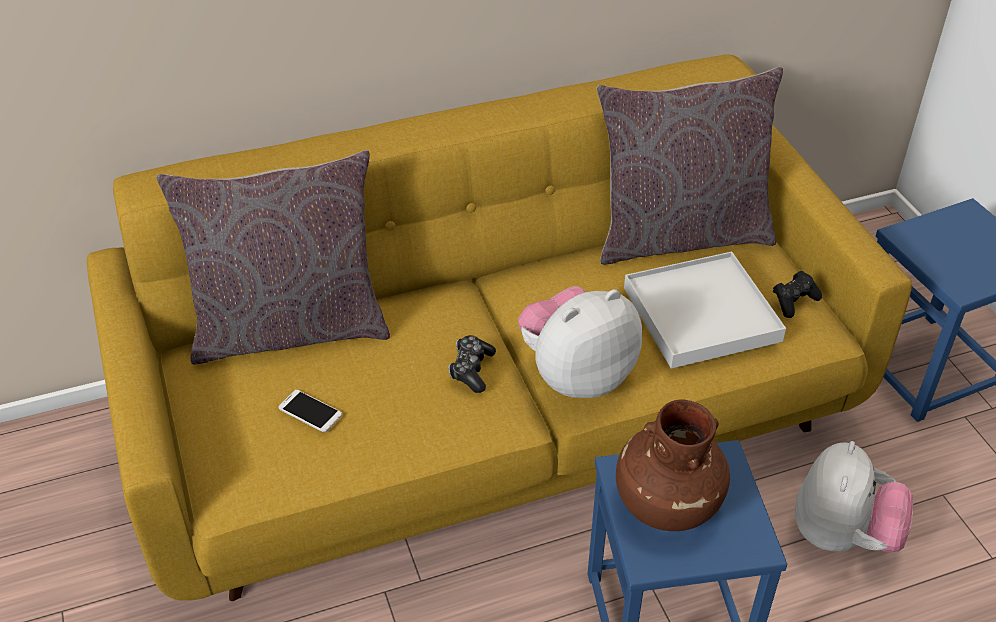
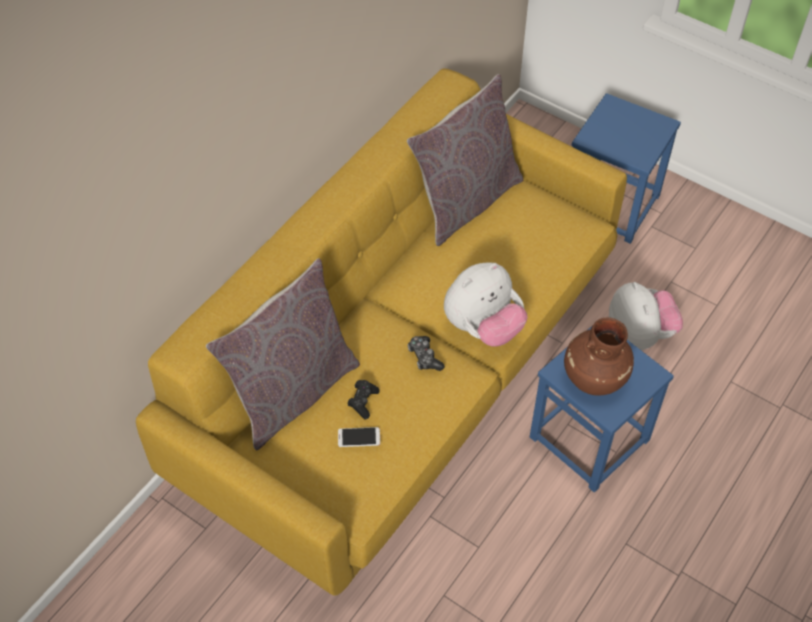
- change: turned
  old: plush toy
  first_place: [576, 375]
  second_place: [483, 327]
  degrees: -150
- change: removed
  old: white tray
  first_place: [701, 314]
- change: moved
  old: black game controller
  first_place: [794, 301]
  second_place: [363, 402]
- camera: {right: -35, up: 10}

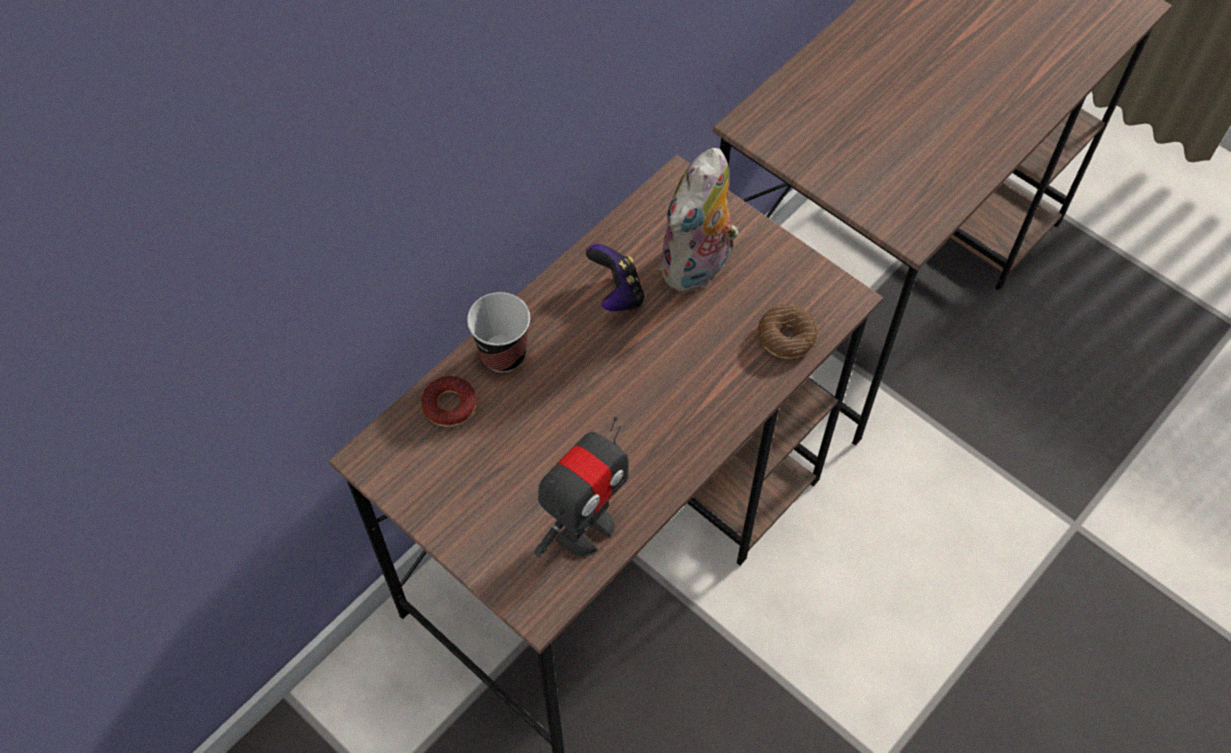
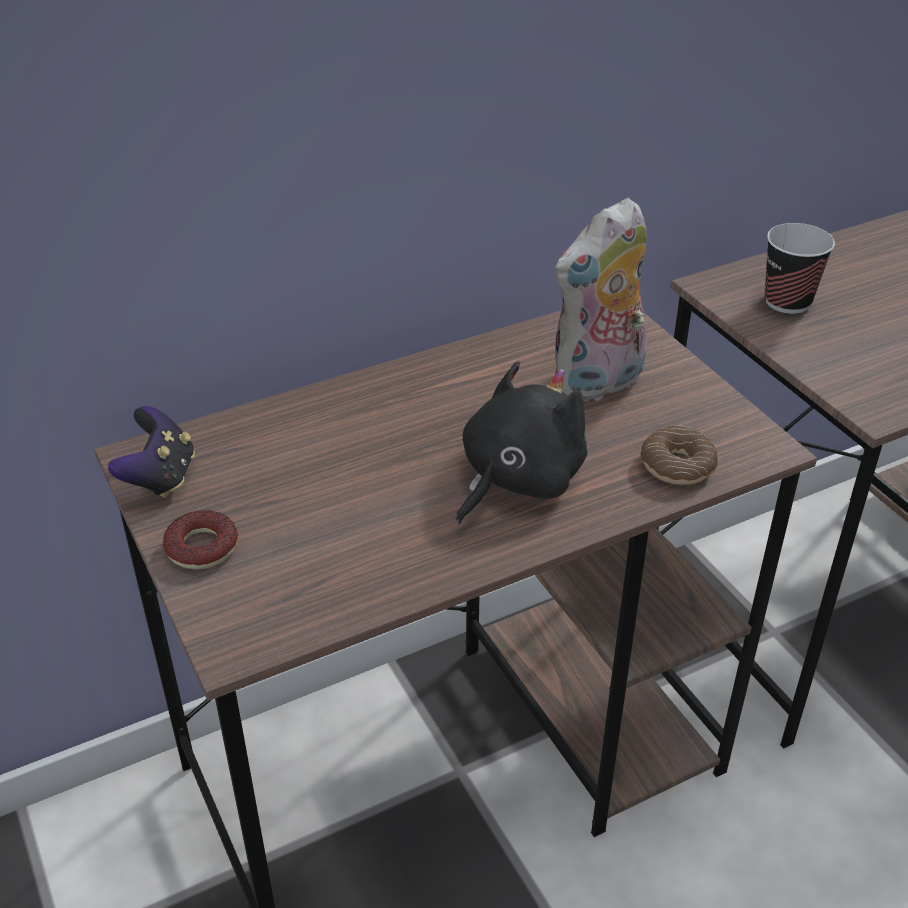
- change: moved
  old: donut
  first_place: [449, 405]
  second_place: [202, 547]
- change: moved
  old: cup
  first_place: [503, 355]
  second_place: [787, 302]
- change: removed
  old: toy robot
  first_place: [585, 529]
- change: moved
  old: game controller
  first_place: [616, 293]
  second_place: [160, 477]
- change: added
  new: black plush toy
  second_place: [517, 479]
- camera: {right: 20, up: -20}

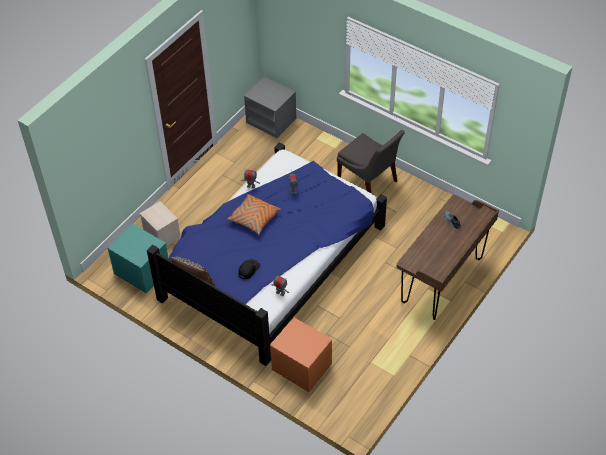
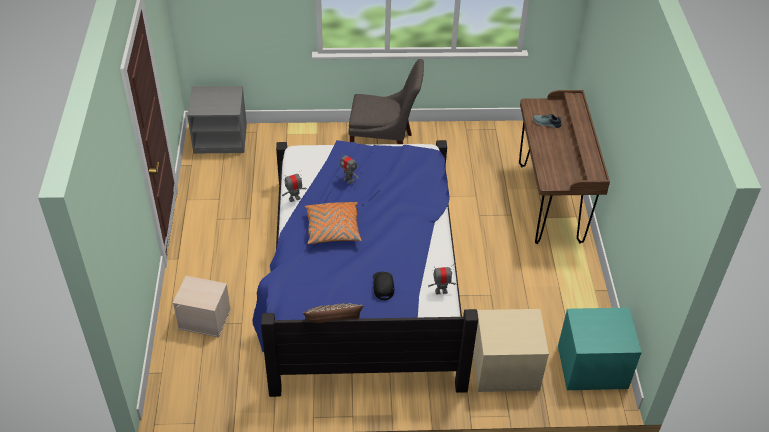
- change: moved
  old: turquoise nightstand
  first_place: [141, 271]
  second_place: [591, 368]
- change: recoloured
  old: orange nightstand
  new: beige nightstand
  first_place: [301, 367]
  second_place: [504, 369]
- camera: {right: -40, up: -5}

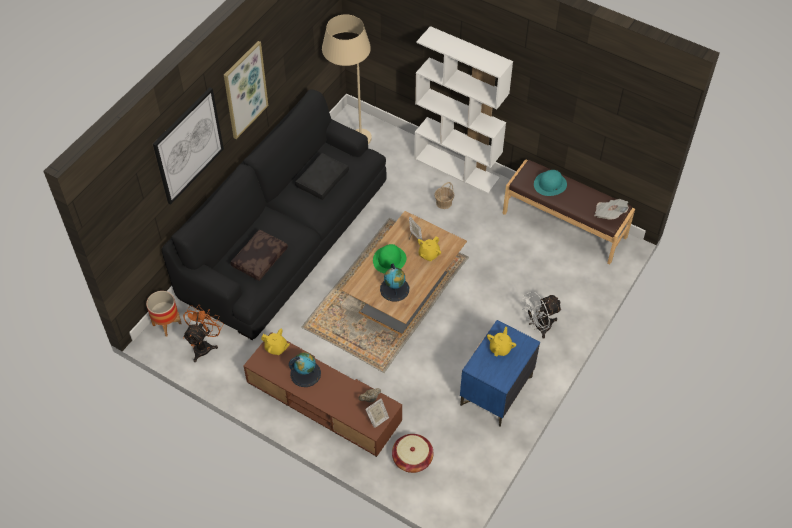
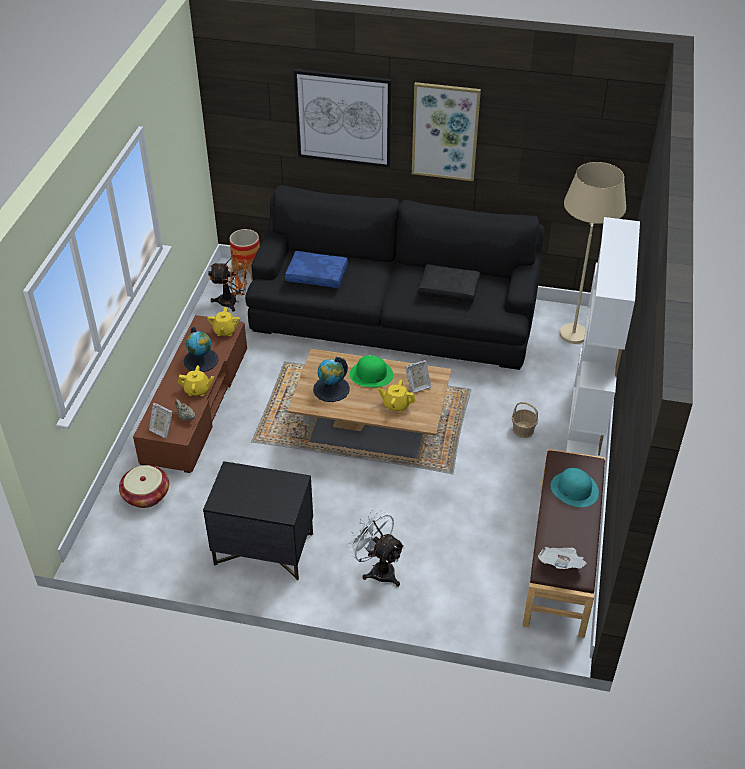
- change: recoloured
  old: brown pillow
  new: blue pillow
  first_place: [259, 258]
  second_place: [317, 275]
- change: recoloured
  old: blue nightstand
  new: black nightstand
  first_place: [496, 391]
  second_place: [263, 549]
- change: moved
  old: yellow teapot
  first_place: [500, 348]
  second_place: [197, 390]
- camera: {right: 70, up: -10}

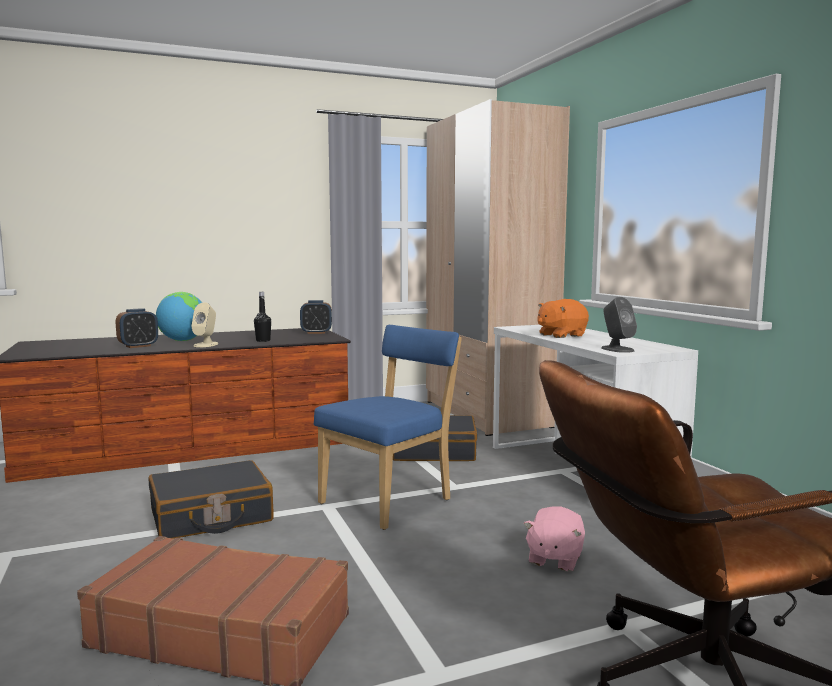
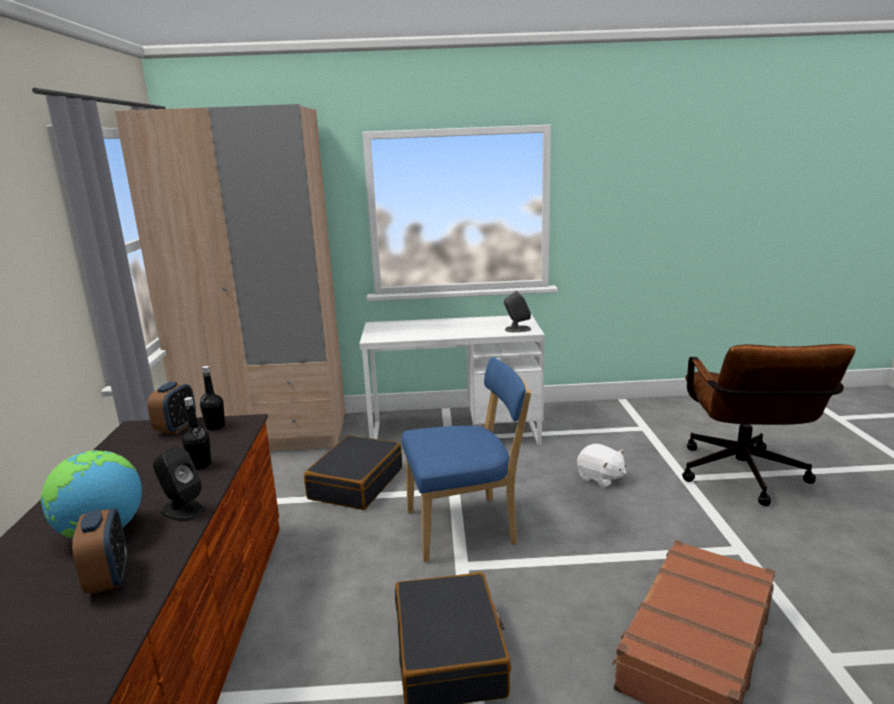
- change: recoloured
  old: beige speaker
  new: black speaker
  first_place: [206, 345]
  second_place: [182, 510]
- change: turned
  old: blue chair
  first_place: [390, 500]
  second_place: [466, 527]
  degrees: 105
- change: recoloured
  old: pink plush toy
  new: white plush toy
  first_place: [554, 559]
  second_place: [600, 478]
- change: removed
  old: orange plush toy
  first_place: [561, 335]
- change: added
  new: black bottle
  second_place: [215, 427]
- camera: {right: -70, up: 10}

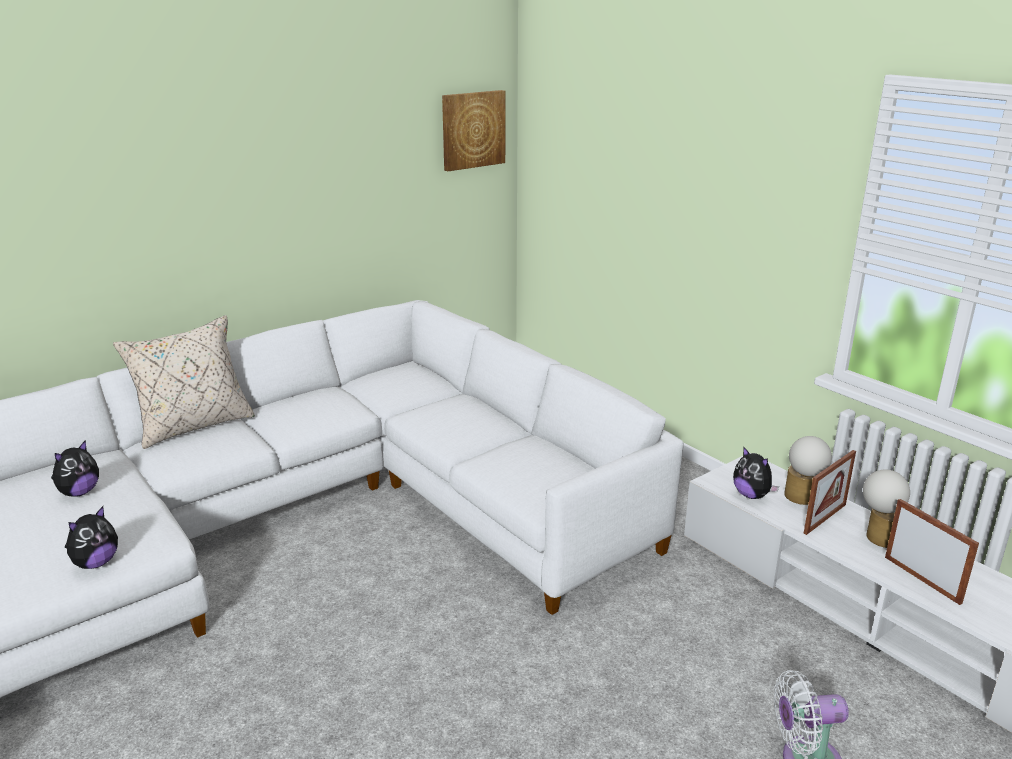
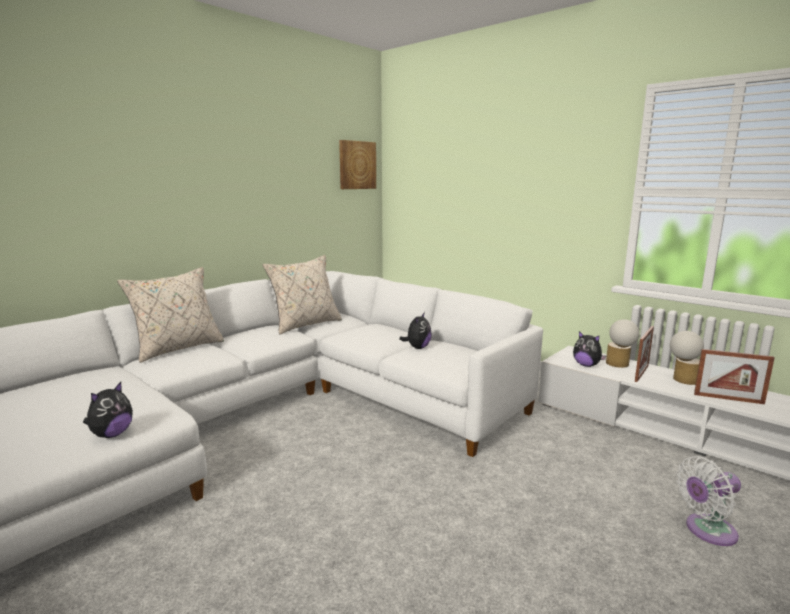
- change: moved
  old: plush toy
  first_place: [79, 492]
  second_place: [417, 347]
- change: turned
  old: picture frame
  first_place: [922, 579]
  second_place: [728, 399]
  degrees: 150
- change: added
  new: beige pillow
  second_place: [305, 325]
- camera: {right: -10, up: -10}

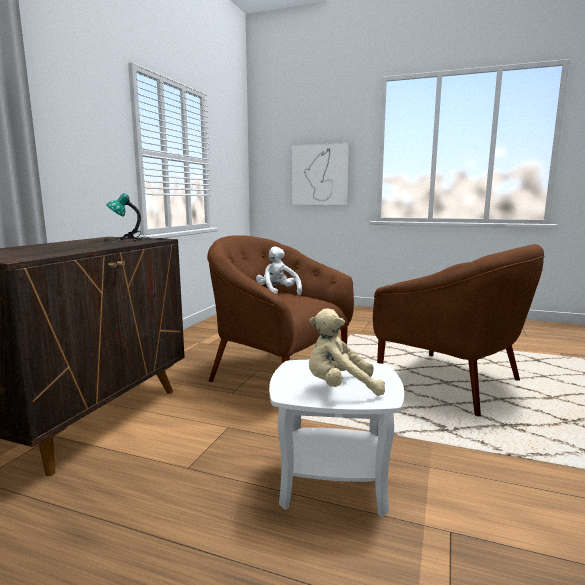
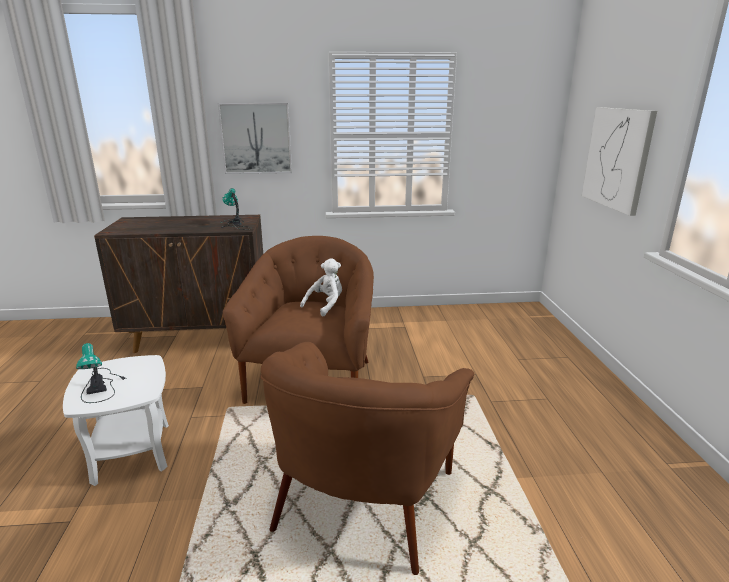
- change: replaced
  old: beige plush toy
  new: table lamp
  first_place: [340, 388]
  second_place: [101, 385]
- change: added
  new: picture
  second_place: [256, 138]
- camera: {right: 65, up: 10}

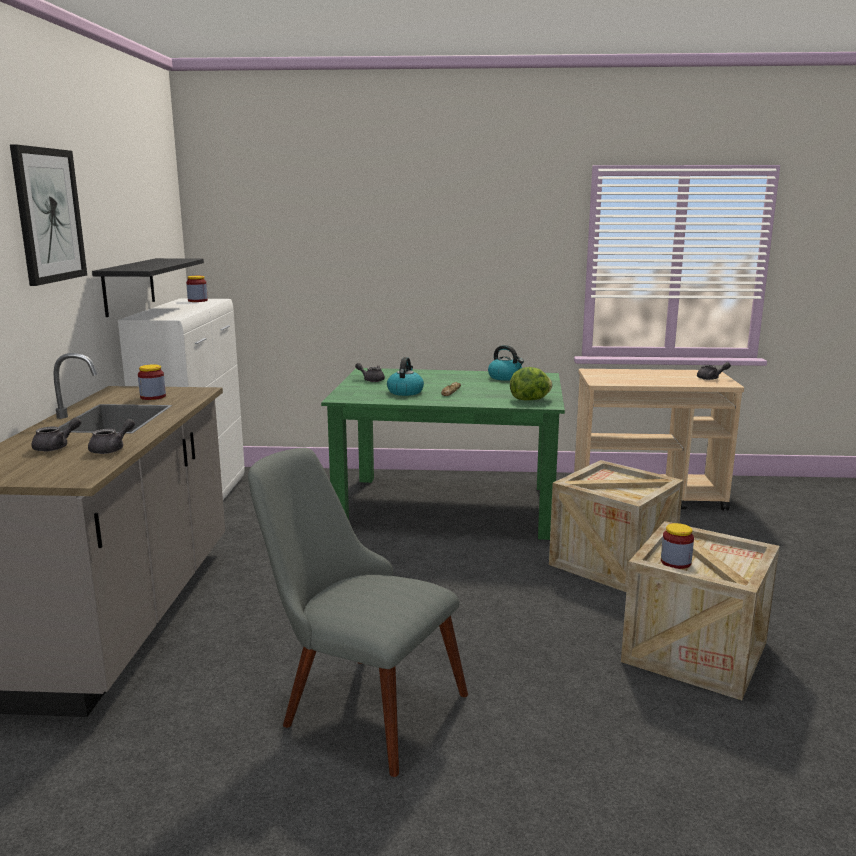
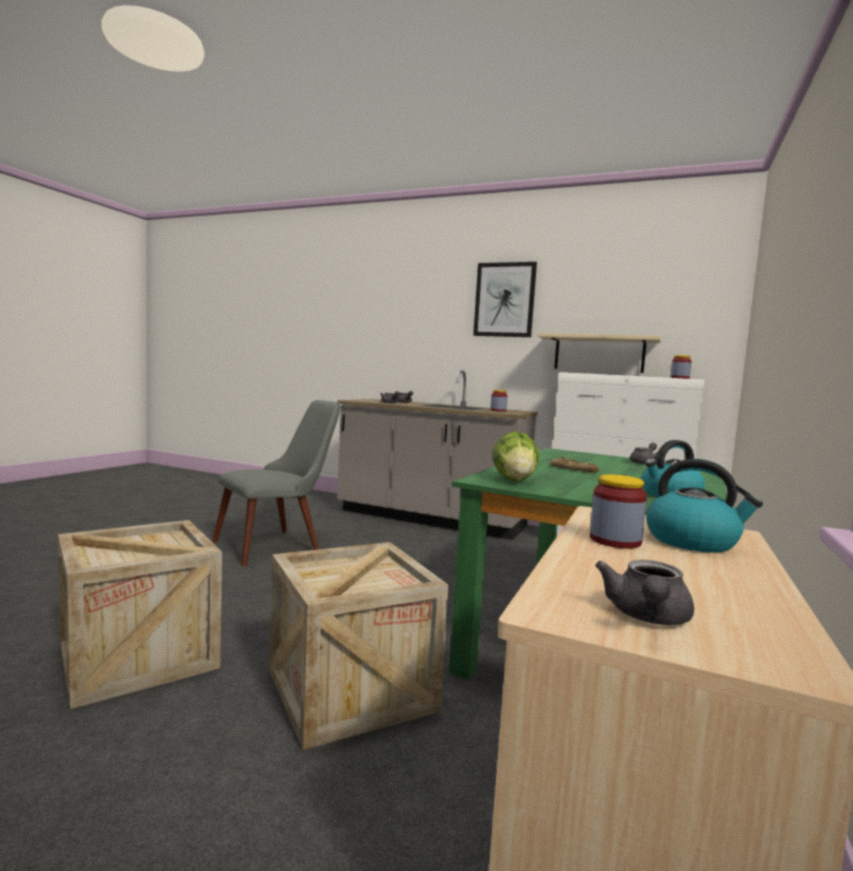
- change: recoloured
  old: black shelf
  new: beige shelf
  first_place: [129, 286]
  second_place: [599, 354]
- change: moved
  old: kettle
  first_place: [405, 392]
  second_place: [693, 541]
- change: moved
  old: jar
  first_place: [675, 562]
  second_place: [615, 540]
- camera: {right: 110, up: -10}

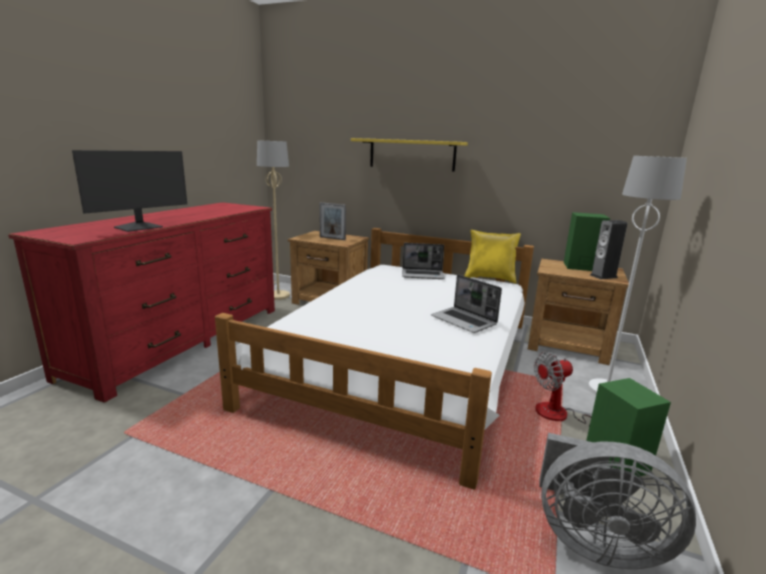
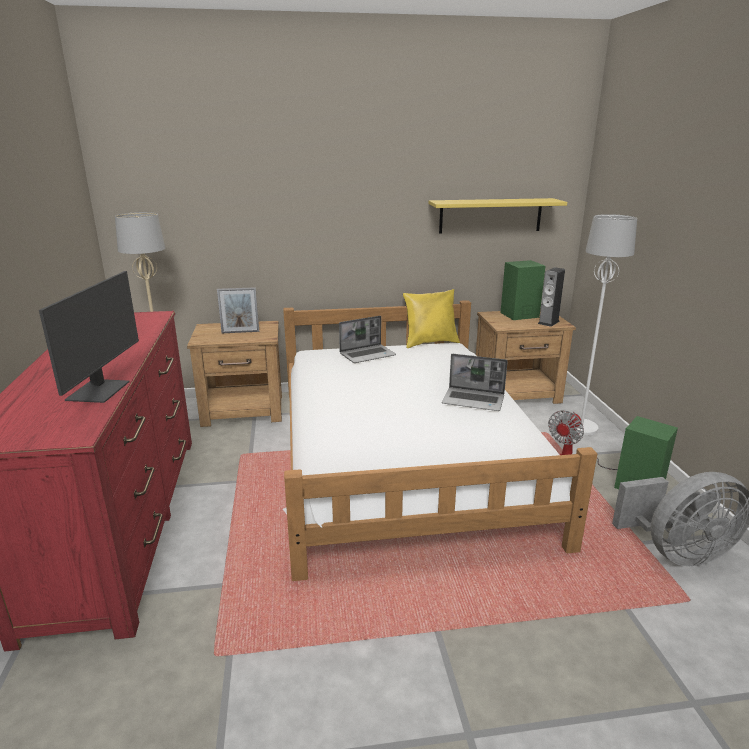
- change: moved
  old: yellow shelf
  first_place: [411, 154]
  second_place: [490, 215]
- camera: {right: -30, up: 5}

